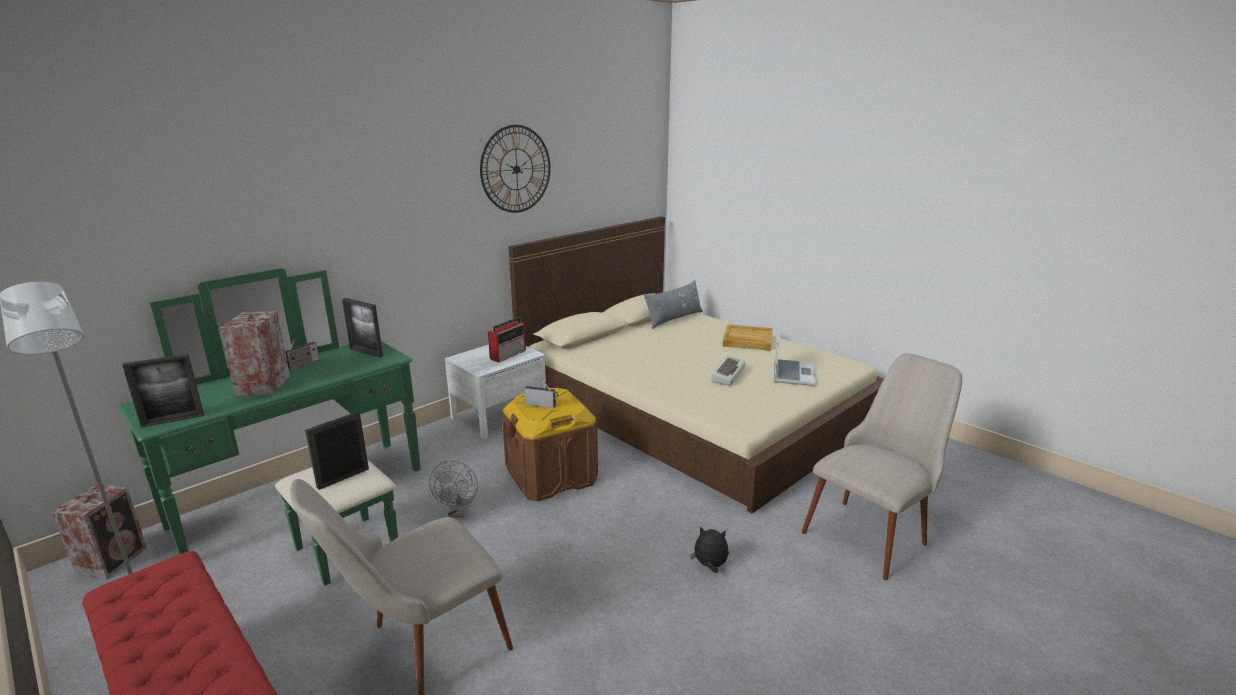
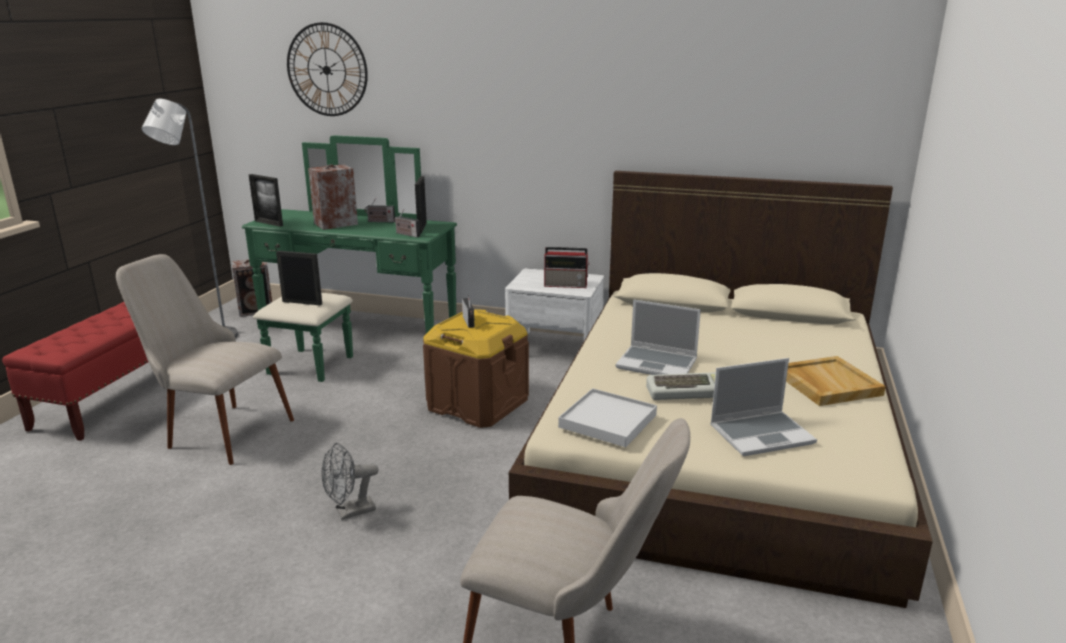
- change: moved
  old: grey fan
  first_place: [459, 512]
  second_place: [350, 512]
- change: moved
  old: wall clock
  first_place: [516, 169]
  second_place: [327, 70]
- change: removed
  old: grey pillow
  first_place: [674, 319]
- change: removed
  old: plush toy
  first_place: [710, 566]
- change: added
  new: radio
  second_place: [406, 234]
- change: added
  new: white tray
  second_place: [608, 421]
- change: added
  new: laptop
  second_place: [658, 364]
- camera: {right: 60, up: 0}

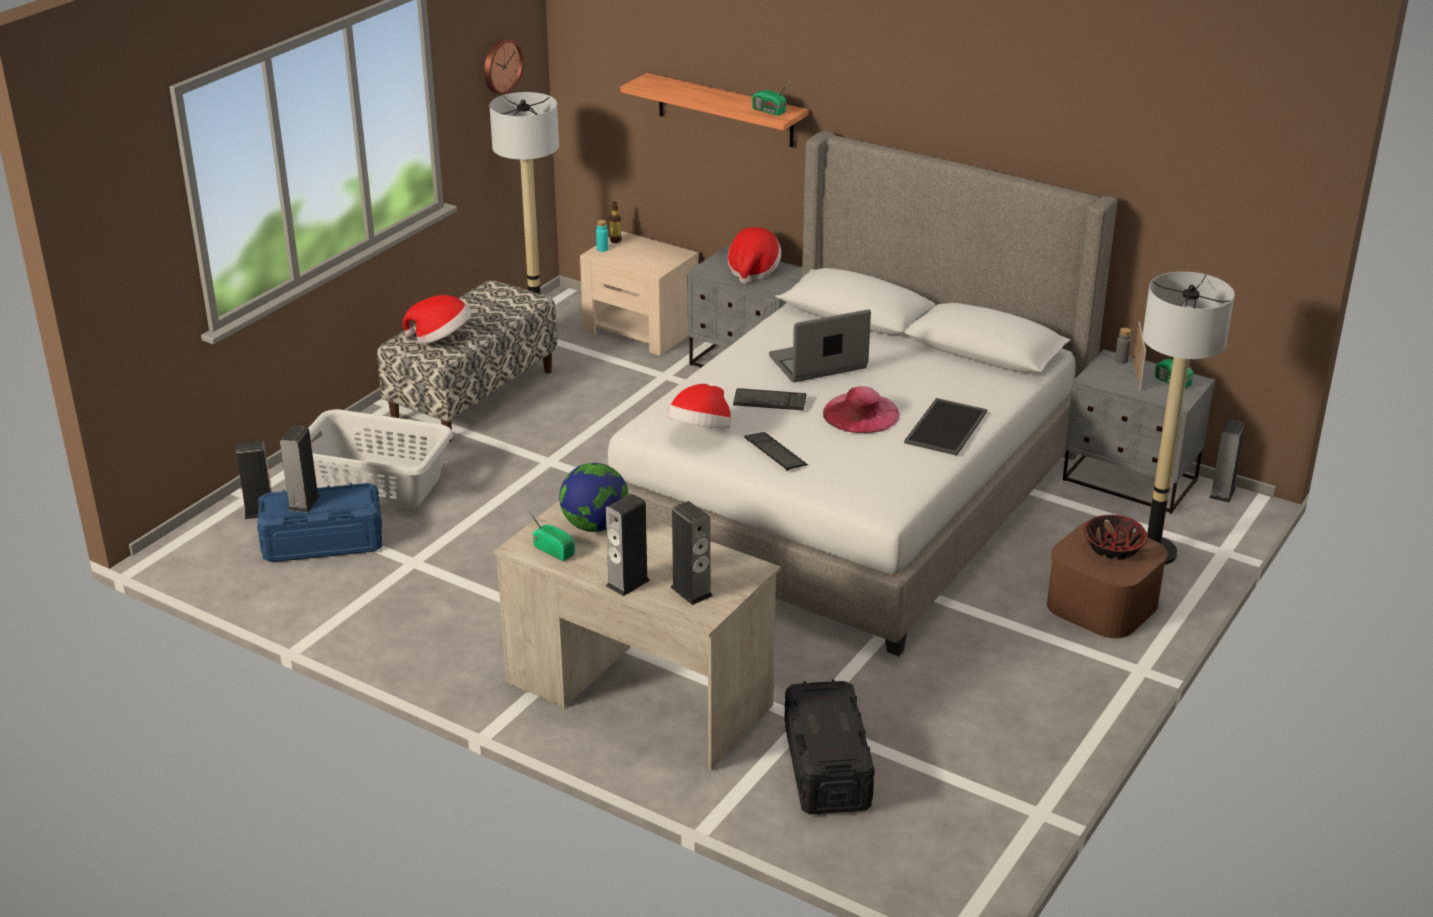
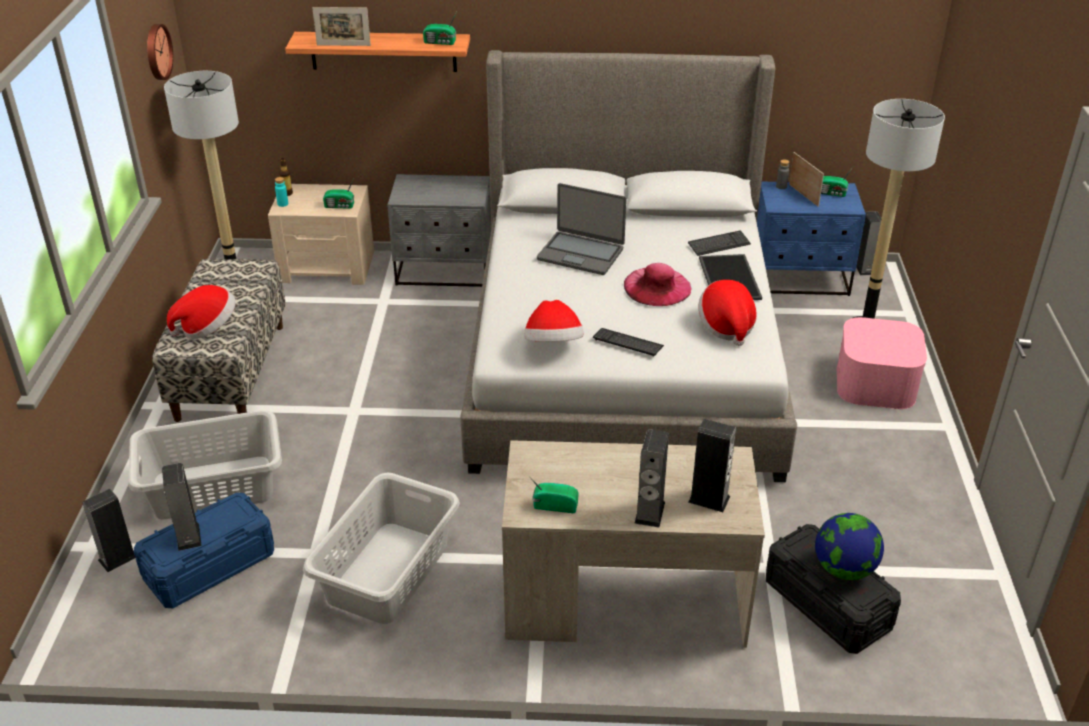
- change: moved
  old: globe
  first_place: [595, 526]
  second_place: [844, 569]
- change: moved
  old: hat
  first_place: [753, 271]
  second_place: [726, 326]
- change: moved
  old: keyboard
  first_place: [769, 401]
  second_place: [718, 244]
- change: turned
  old: laptop
  first_place: [818, 363]
  second_place: [581, 254]
  degrees: -105
- change: recoloured
  old: brown storage box
  new: pink storage box
  first_place: [1102, 604]
  second_place: [876, 383]
- change: recoloured
  old: grey nightstand
  new: blue nightstand
  first_place: [1130, 481]
  second_place: [800, 279]
- change: removed
  old: bowl
  first_place: [1113, 549]
- change: added
  new: grey laundry basket
  second_place: [386, 572]
- change: added
  new: picture frame
  second_place: [343, 45]
- change: added
  new: radio
  second_place: [340, 206]
- camera: {right: -30, up: 5}

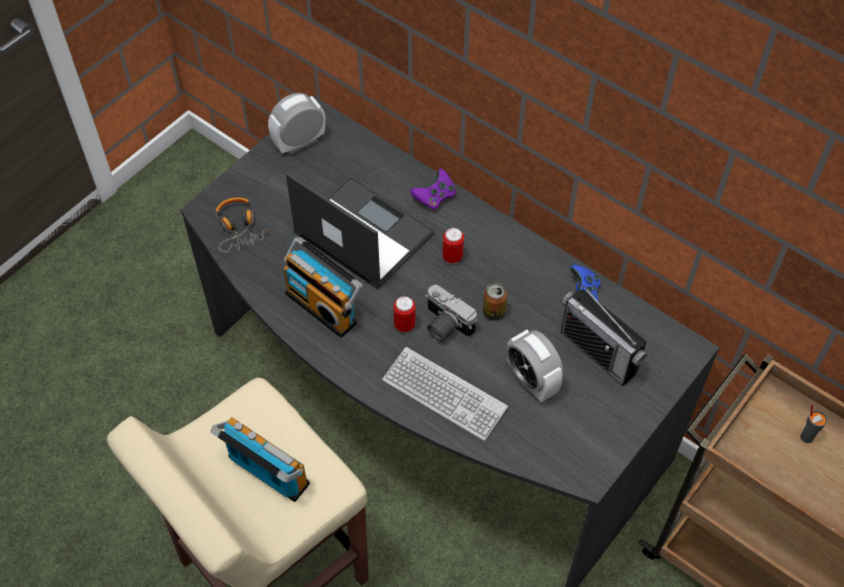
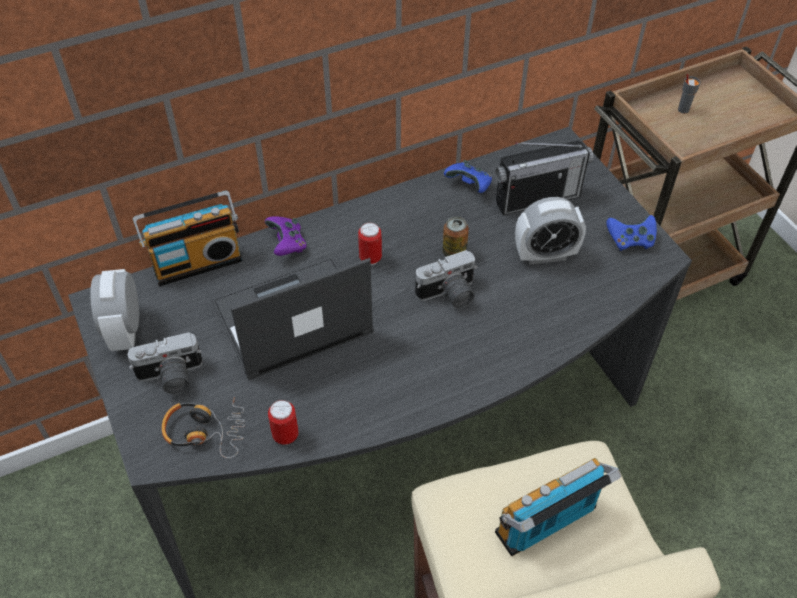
- change: moved
  old: radio
  first_place: [324, 306]
  second_place: [197, 262]
- change: removed
  old: keyboard
  first_place: [444, 394]
- change: moved
  old: can
  first_place: [404, 325]
  second_place: [285, 435]
- change: added
  new: photo camera
  second_place: [170, 378]
- change: added
  new: blue game controller
  second_place: [630, 241]
- camera: {right: -65, up: -5}

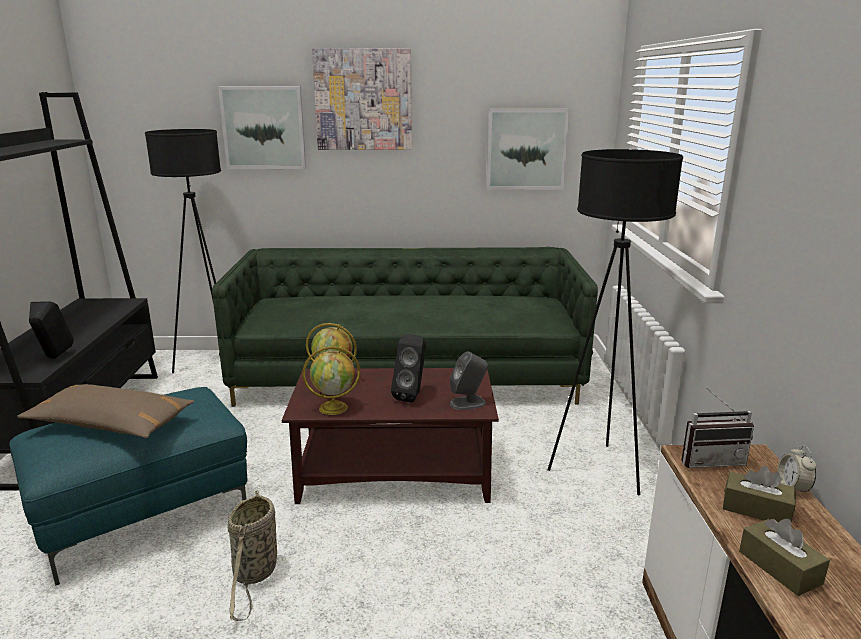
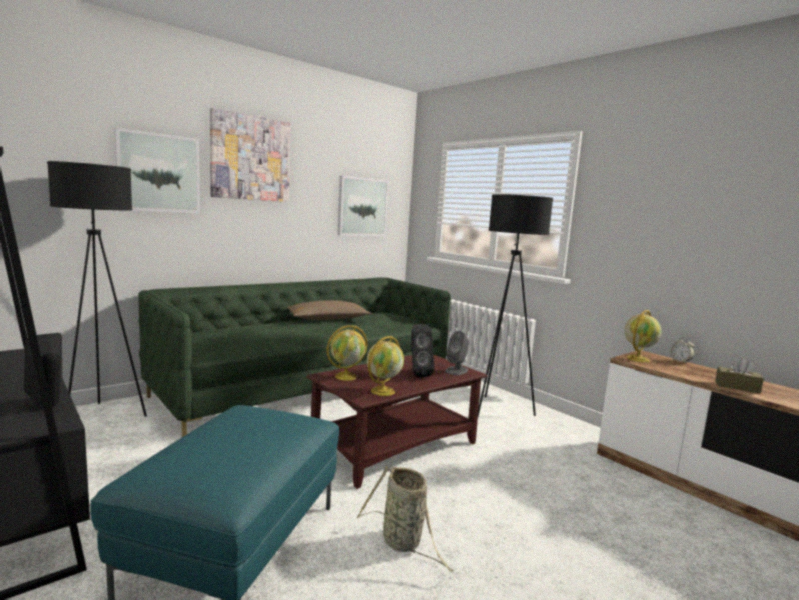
- change: moved
  old: brown pillow
  first_place: [111, 424]
  second_place: [328, 319]
- change: replaced
  old: radio
  new: globe
  first_place: [710, 460]
  second_place: [638, 359]
- change: removed
  old: brown tissue box
  first_place: [756, 509]
- camera: {right: -40, up: -10}

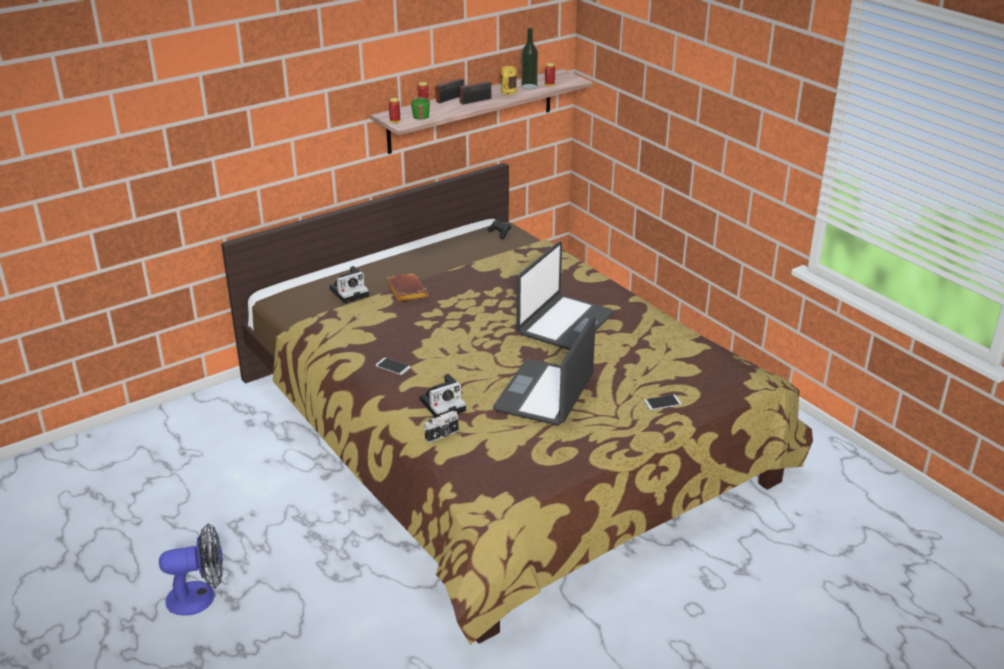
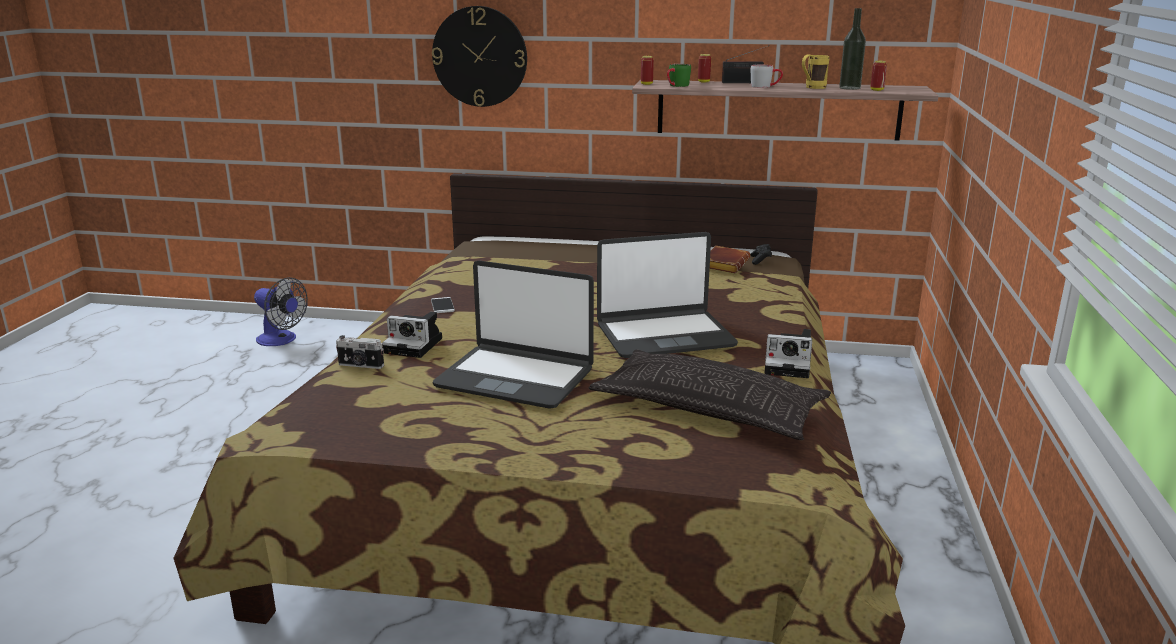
- change: moved
  old: fan
  first_place: [200, 597]
  second_place: [281, 340]
- change: moved
  old: photo camera
  first_place: [350, 292]
  second_place: [789, 365]
- change: moved
  old: brown book
  first_place: [405, 291]
  second_place: [724, 264]
- change: replaced
  old: radio
  new: grey mug
  first_place: [477, 100]
  second_place: [765, 86]
- change: turned
  old: laptop
  first_place: [545, 394]
  second_place: [515, 377]
  degrees: -135
- change: removed
  old: phone
  first_place: [662, 403]
- change: added
  new: wall clock
  second_place: [480, 56]
- change: added
  new: pillow
  second_place: [709, 408]
- camera: {right: 45, up: -10}

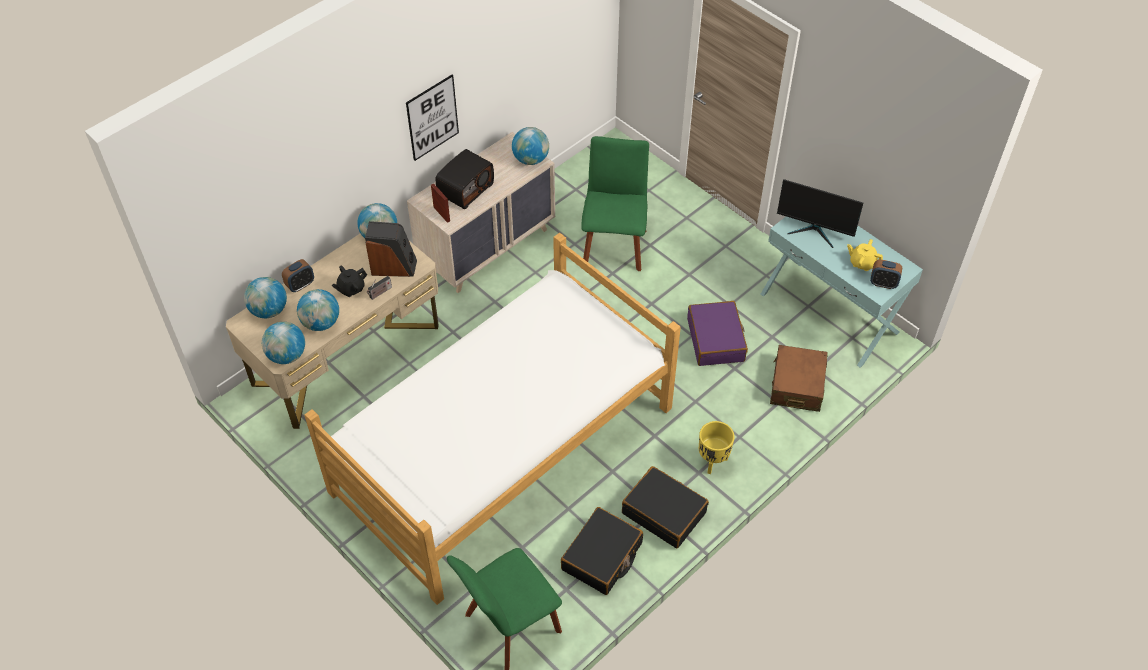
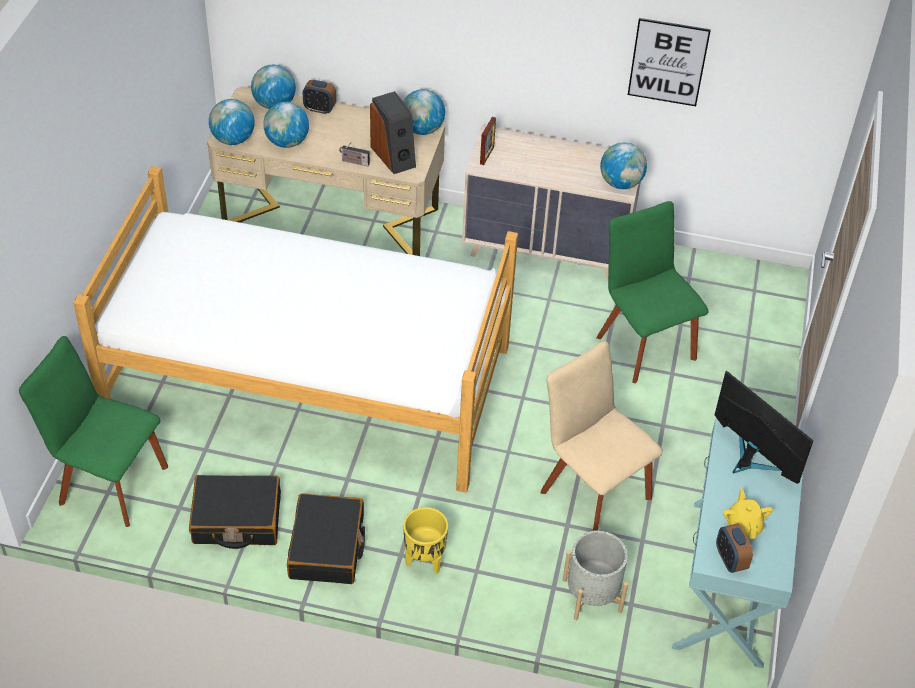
- change: removed
  old: black teapot
  first_place: [351, 289]
- change: moved
  old: picture
  first_place: [432, 117]
  second_place: [668, 62]
- change: removed
  old: radio
  first_place: [465, 189]
- change: turned
  old: green chair
  first_place: [614, 245]
  second_place: [643, 344]
  degrees: -90
- change: replaced
  old: purple suitcase
  new: beige chair
  first_place: [716, 340]
  second_place: [592, 490]
- change: replaced
  old: brown suitcase
  new: grey planter
  first_place: [797, 385]
  second_place: [592, 595]
- change: turned
  old: monitor
  first_place: [814, 231]
  second_place: [750, 459]
  degrees: 150
- camera: {right: 55, up: -5}

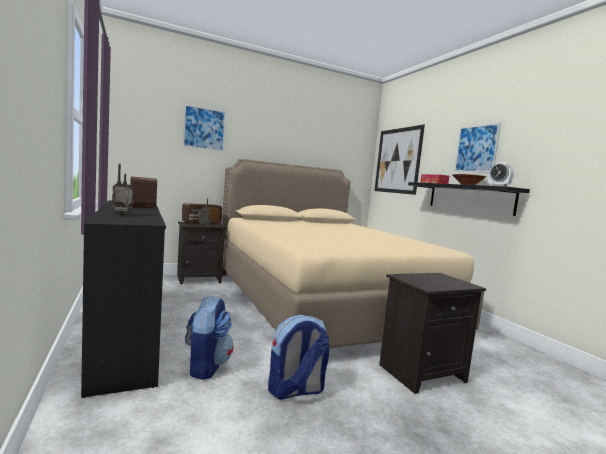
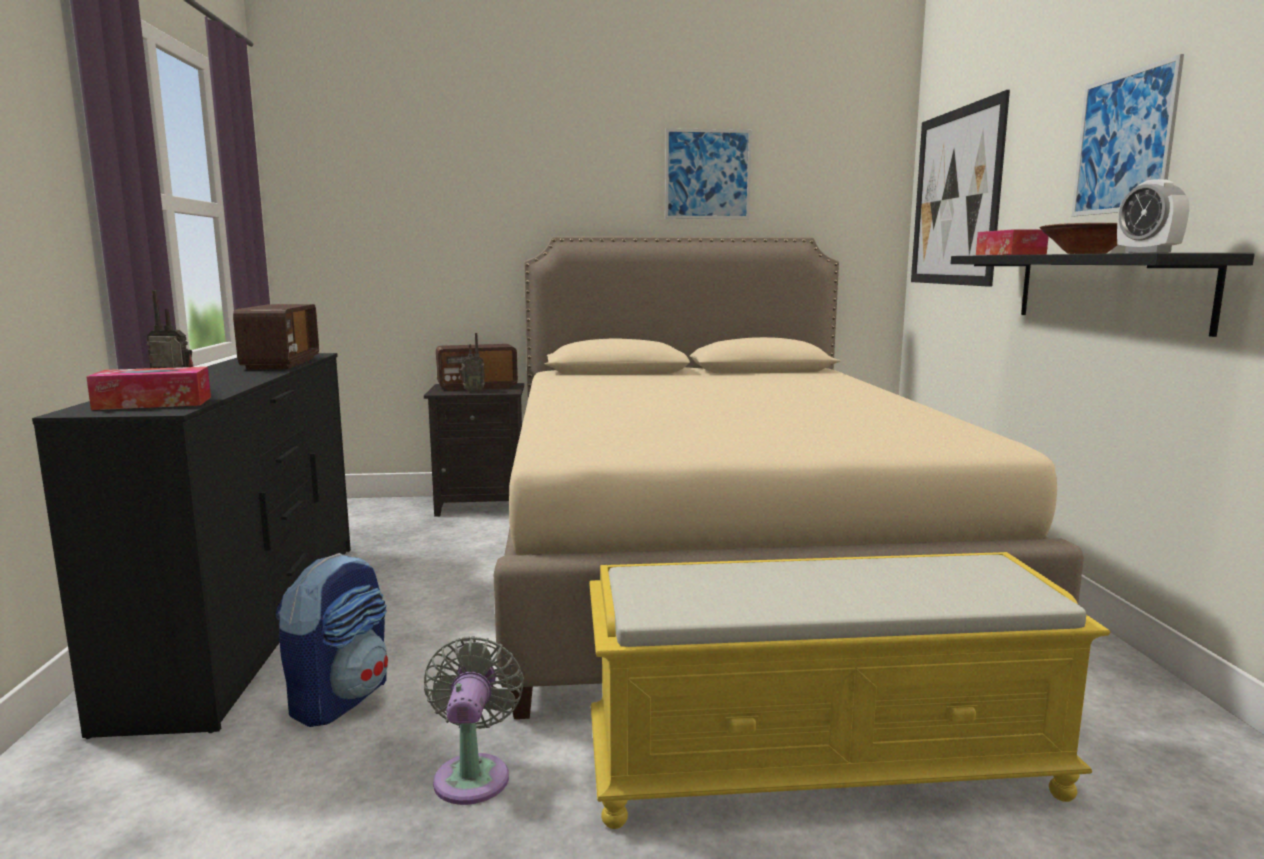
- change: moved
  old: picture
  first_place: [204, 128]
  second_place: [707, 174]
- change: replaced
  old: backpack
  new: grey fan
  first_place: [296, 391]
  second_place: [473, 774]
- change: replaced
  old: black nightstand
  new: yellow bench
  first_place: [422, 372]
  second_place: [824, 765]
- change: added
  new: tissue box
  second_place: [153, 403]
- camera: {right: 20, up: 5}

